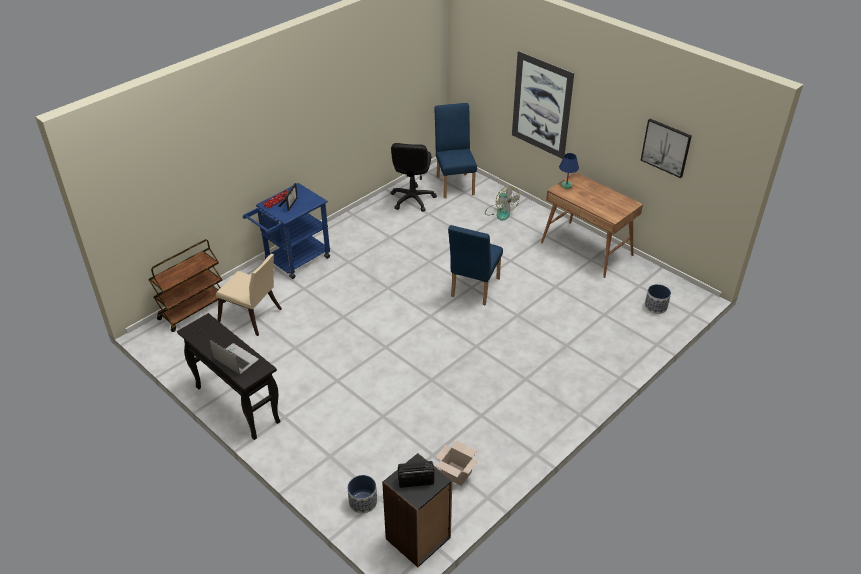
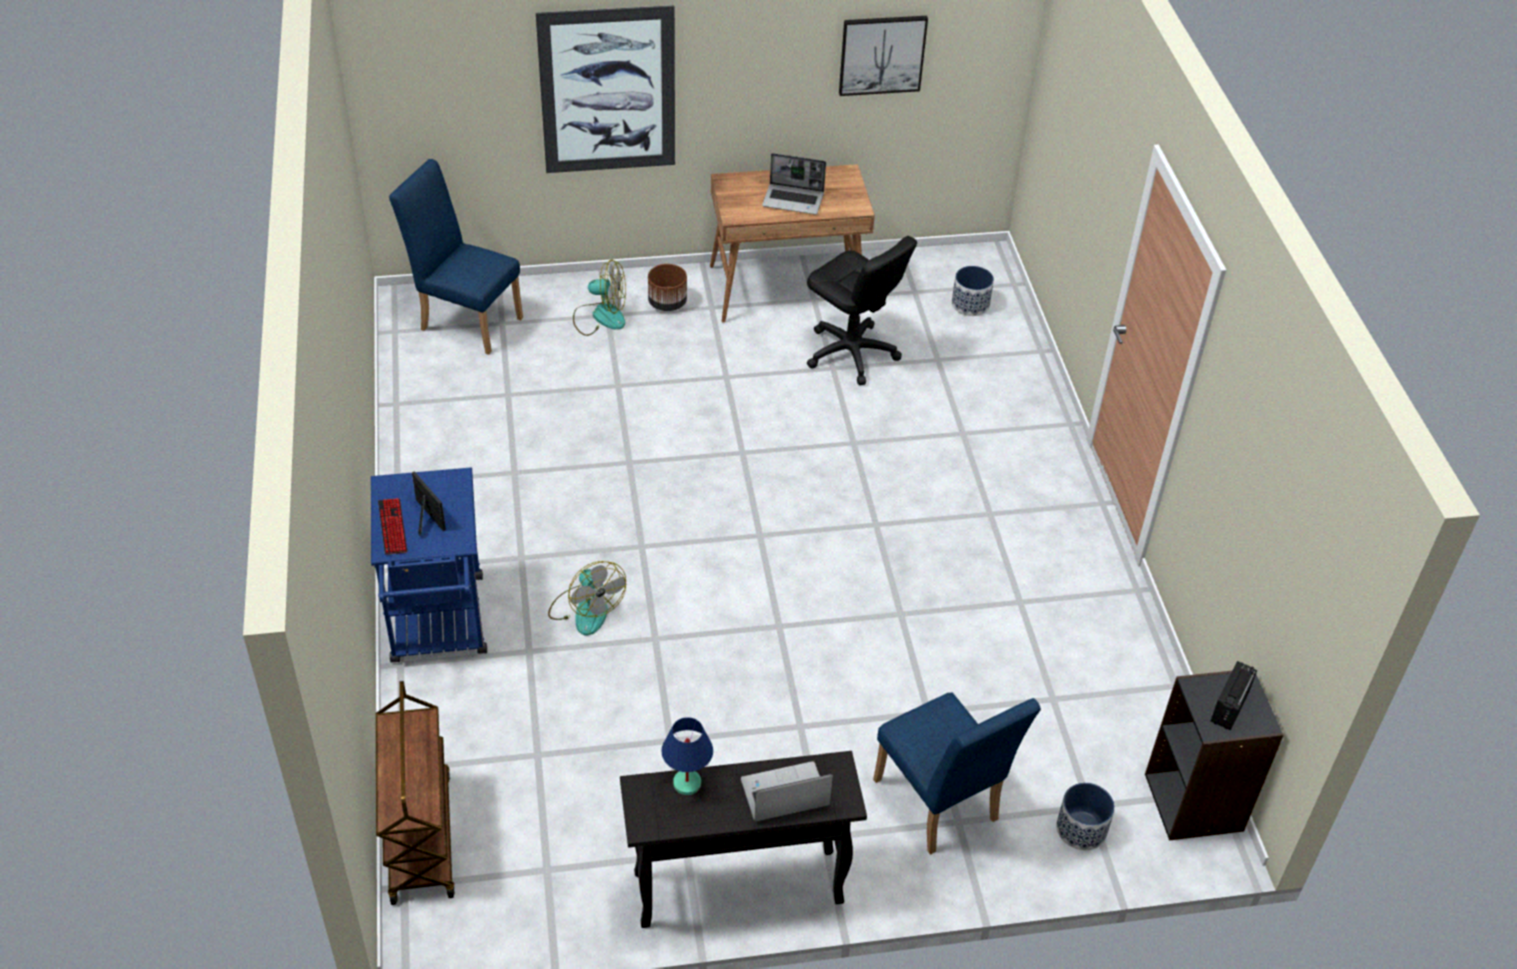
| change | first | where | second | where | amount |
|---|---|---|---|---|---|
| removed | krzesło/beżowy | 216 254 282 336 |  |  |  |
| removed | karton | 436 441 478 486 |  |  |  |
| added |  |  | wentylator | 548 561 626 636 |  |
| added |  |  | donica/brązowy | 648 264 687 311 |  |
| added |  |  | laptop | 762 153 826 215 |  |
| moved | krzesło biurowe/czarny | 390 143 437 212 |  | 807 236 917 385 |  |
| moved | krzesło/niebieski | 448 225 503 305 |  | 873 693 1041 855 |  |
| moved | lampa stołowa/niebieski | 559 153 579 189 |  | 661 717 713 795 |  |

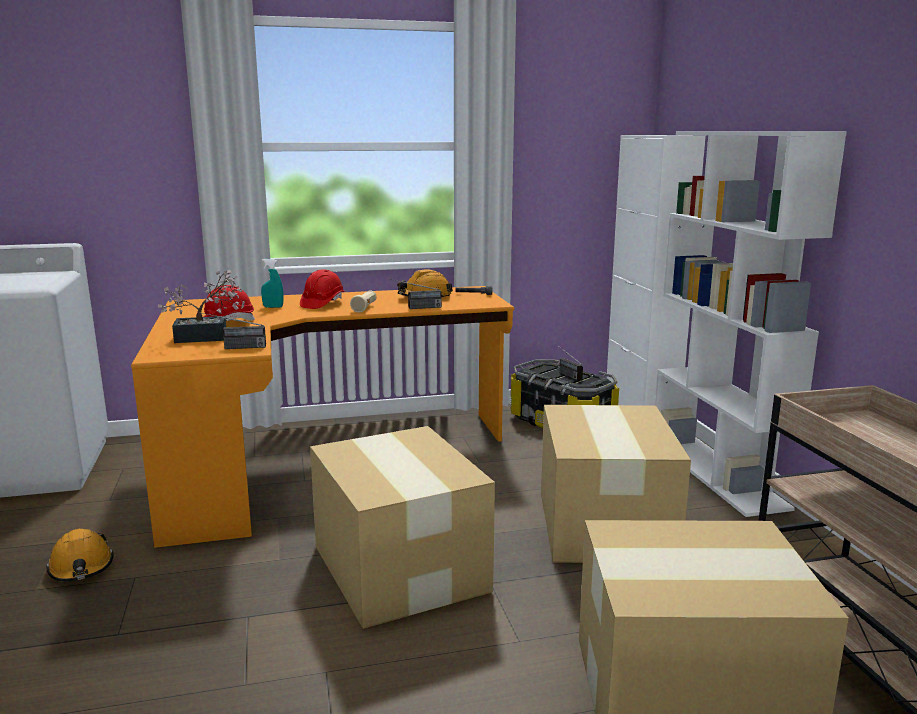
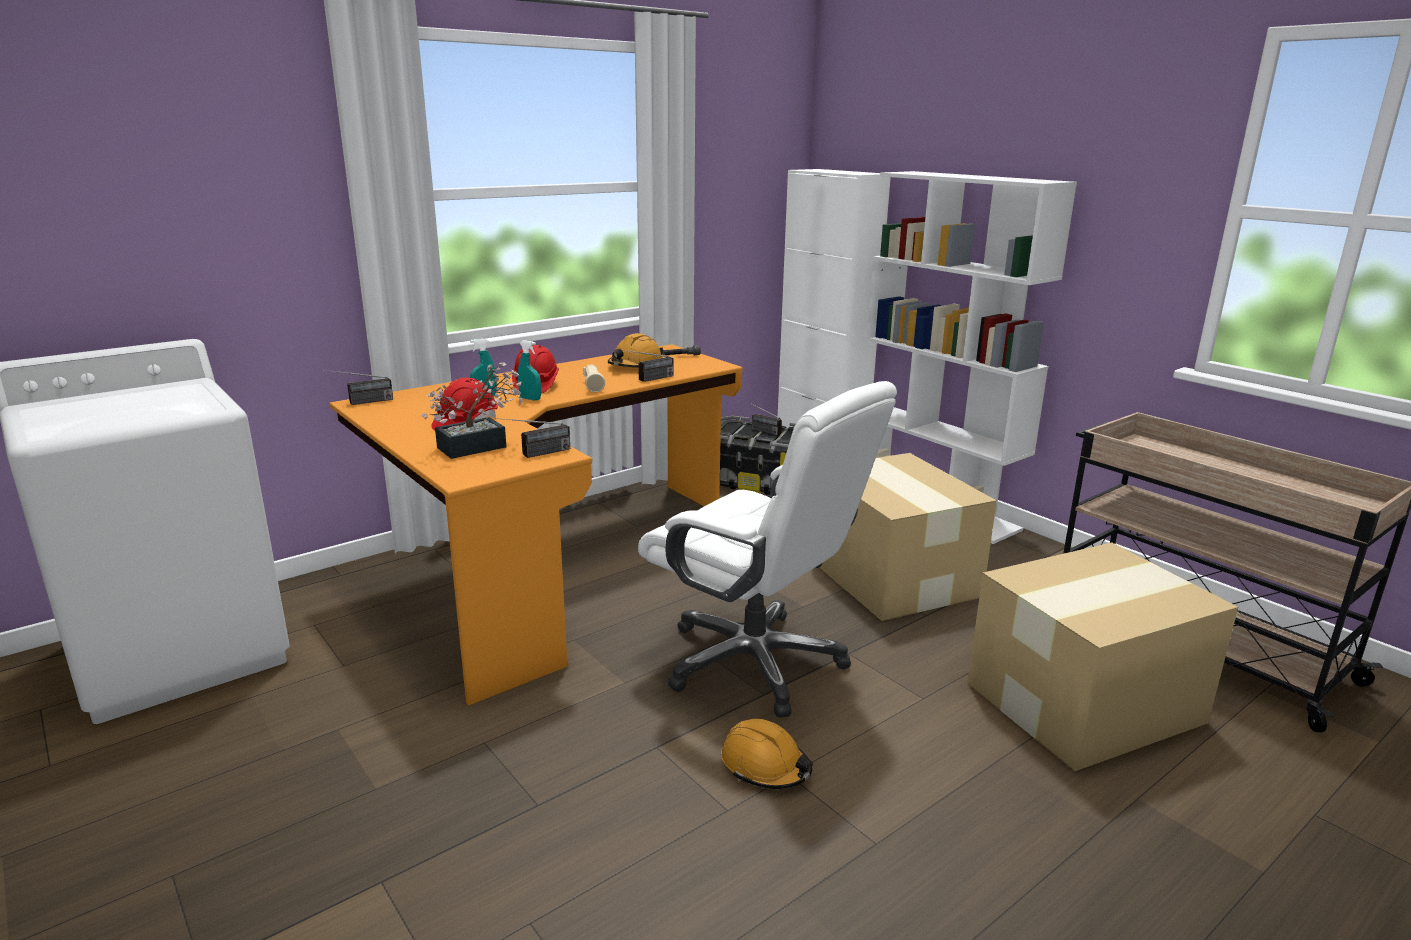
| change | first | where | second | where | amount |
|---|---|---|---|---|---|
| added |  |  | radio | 321 370 393 405 |  |
| added |  |  | spryskiwacz/turkusowy | 518 340 541 400 |  |
| moved | kask/pomarańczowy | 46 529 113 582 |  | 721 719 813 789 |  |
| replaced | karton | 310 426 495 629 | krzesło biurowe/biały | 638 381 897 718 |  |

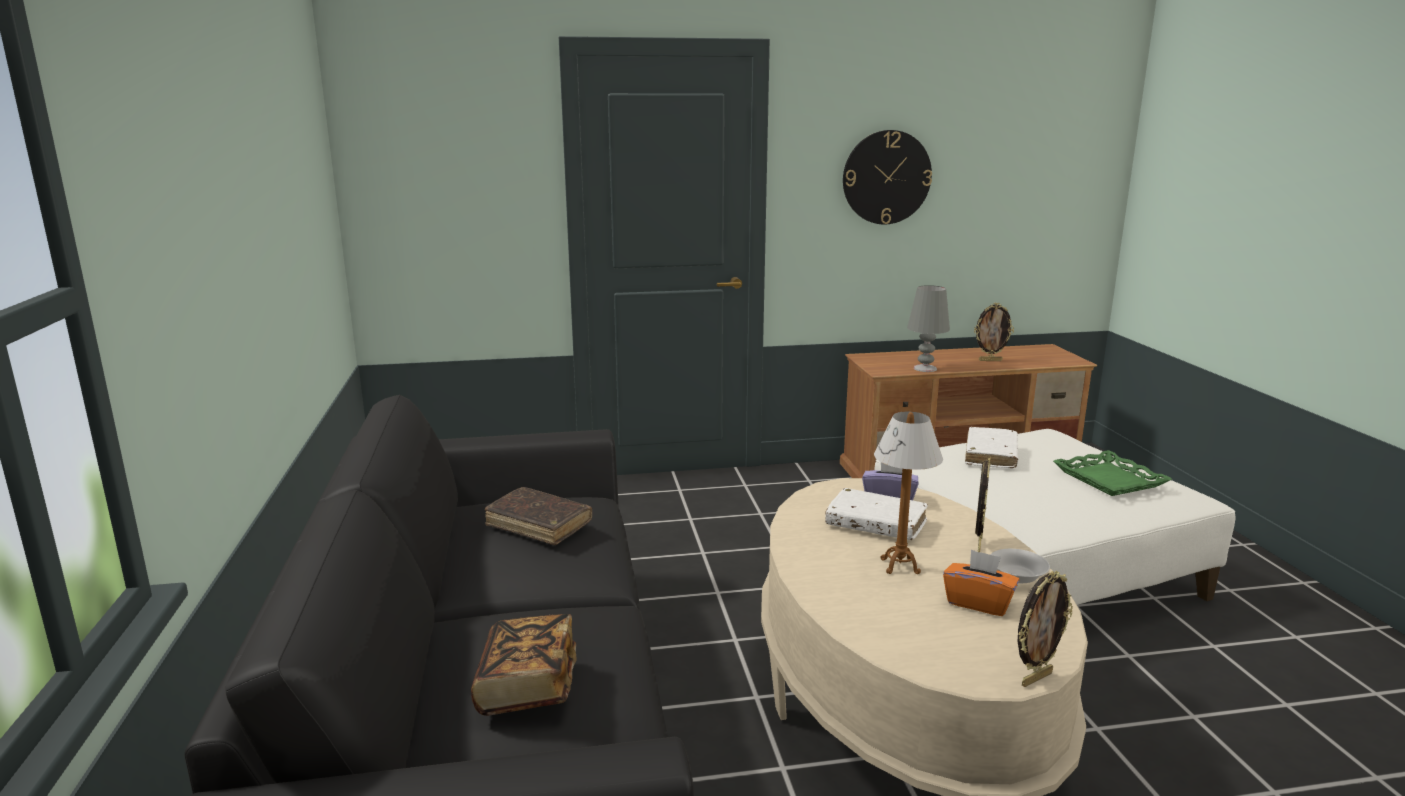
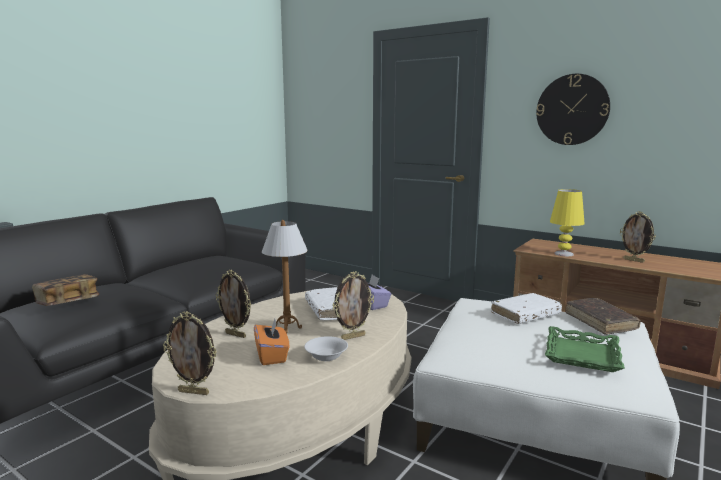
| change | first | where | second | where | amount |
|---|---|---|---|---|---|
| added |  |  | ramka na zdjęcie | 215 270 251 338 |  |
| moved | książka/brązowy | 485 487 592 545 |  | 565 298 641 335 |  |
| recoloured | lampa stołowa/szary | 907 285 950 372 | lampa stołowa/żółty | 550 189 585 256 |  |

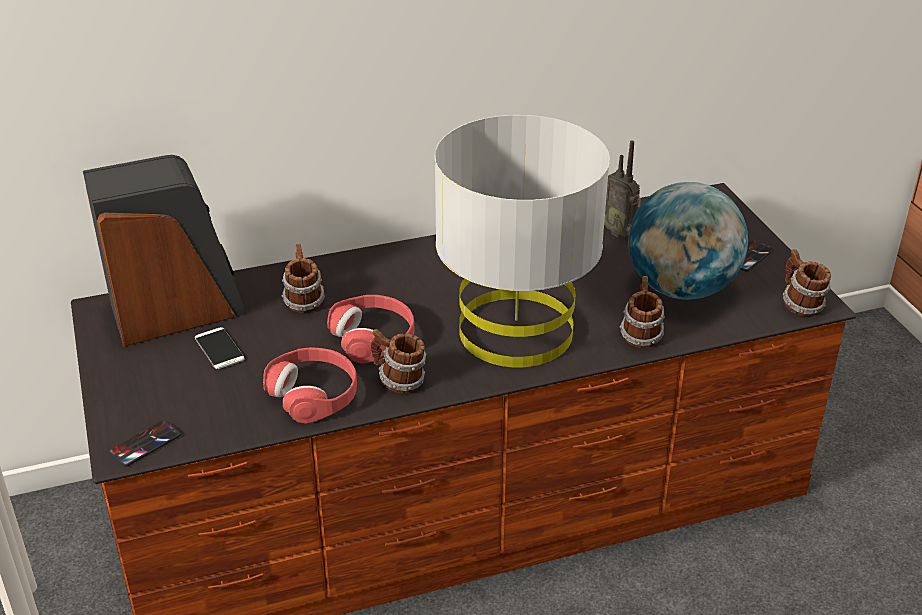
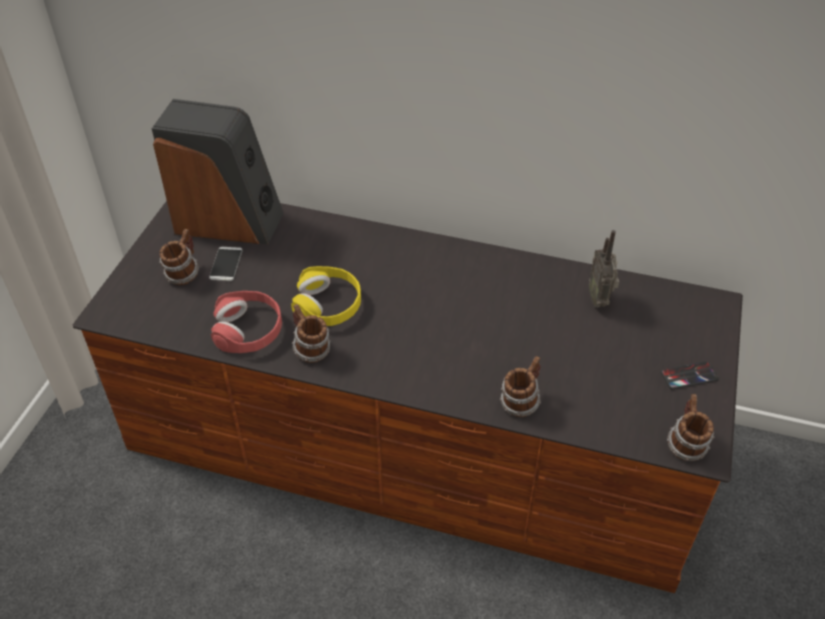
| change | first | where | second | where | amount |
|---|---|---|---|---|---|
| removed | telefon | 109 420 181 467 |  |  |  |
| removed | lampa stołowa/szary | 434 115 610 367 |  |  |  |
| removed | globus | 628 182 748 300 |  |  |  |
| moved | kubek | 282 244 325 313 |  | 159 229 199 285 |  |
| recoloured | słuchawki/czerwony | 327 295 415 364 | słuchawki/żółty | 291 266 361 326 |  |

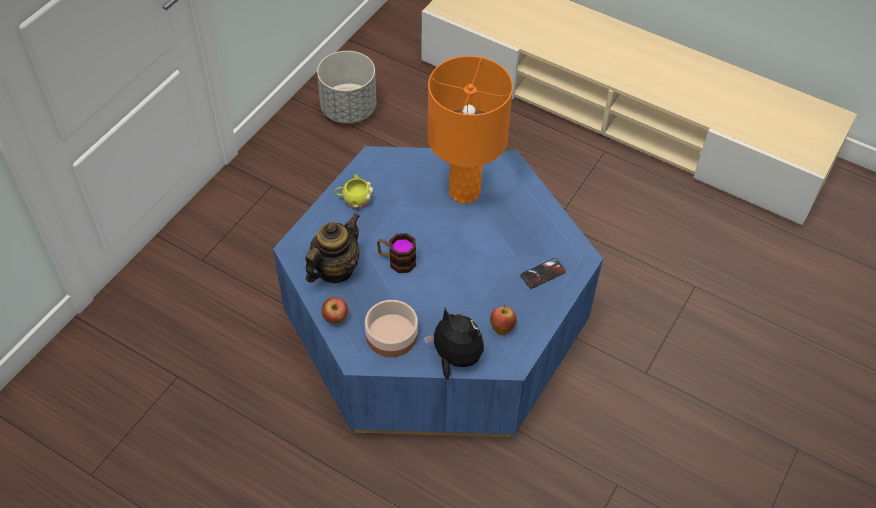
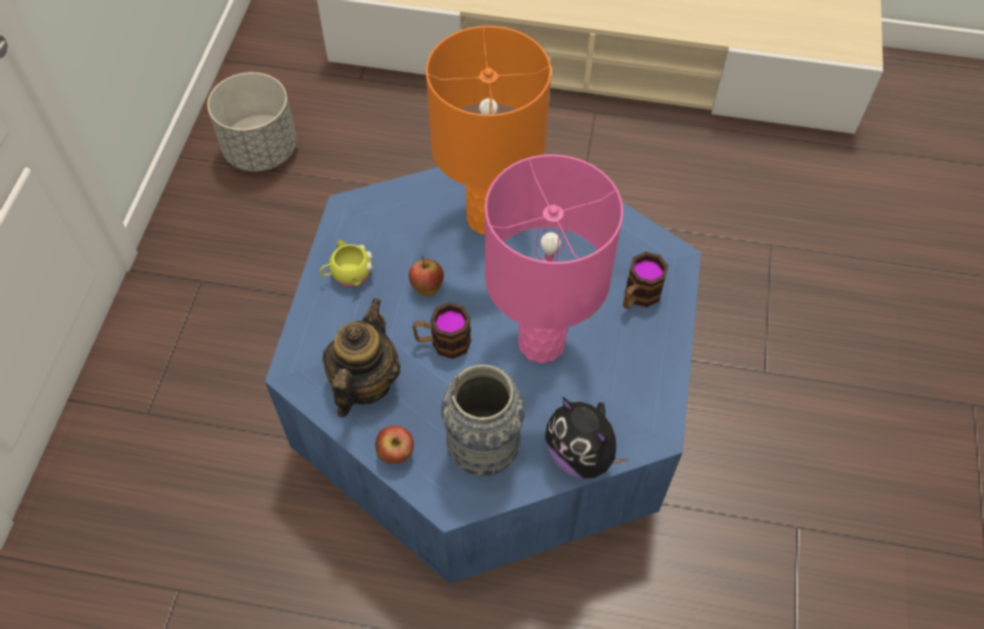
| change | first | where | second | where | amount |
|---|---|---|---|---|---|
| added |  |  | lampa stołowa/różowy | 485 154 623 363 |  |
| moved | jabłko | 490 305 517 335 |  | 409 256 444 297 |  |
| replaced | miska | 365 300 418 357 | wazon | 441 364 525 476 |  |
| replaced | telefon | 520 258 566 289 | kubek | 623 252 668 309 |  |
| turned | pluszak | 424 308 484 380 |  | 545 397 629 479 | 150 degrees counterclockwise |

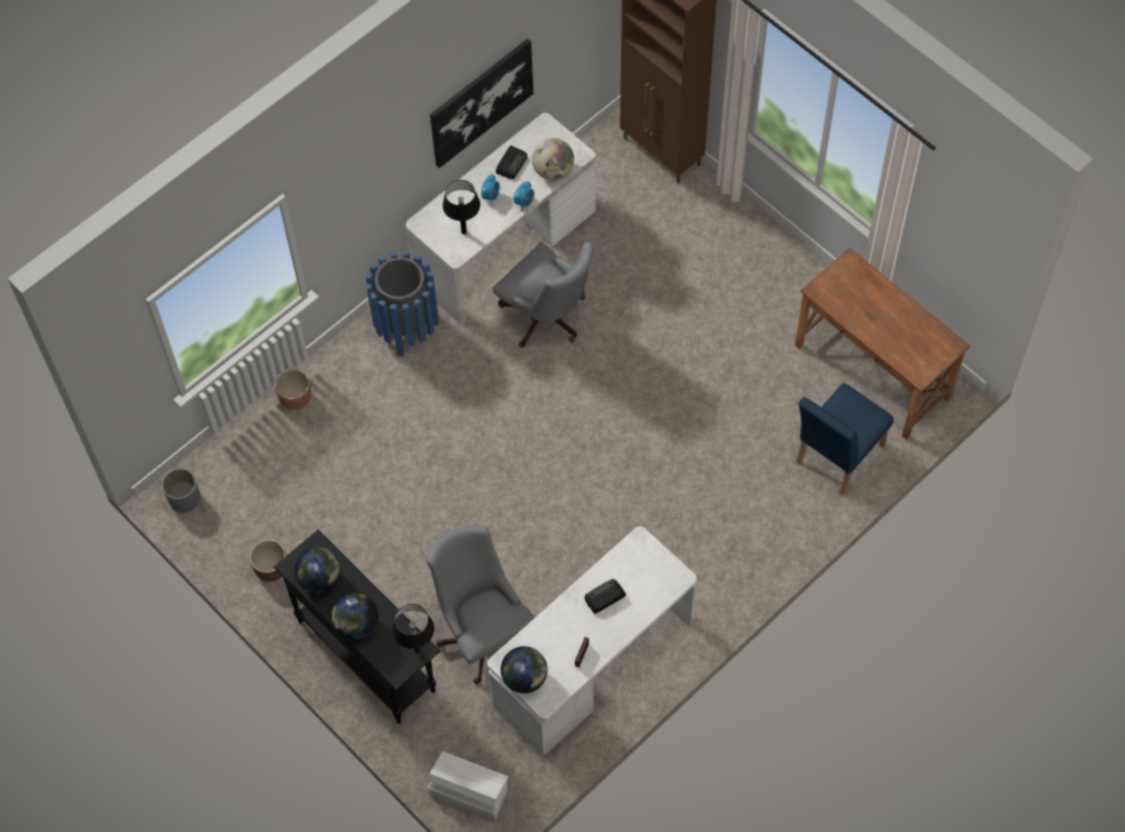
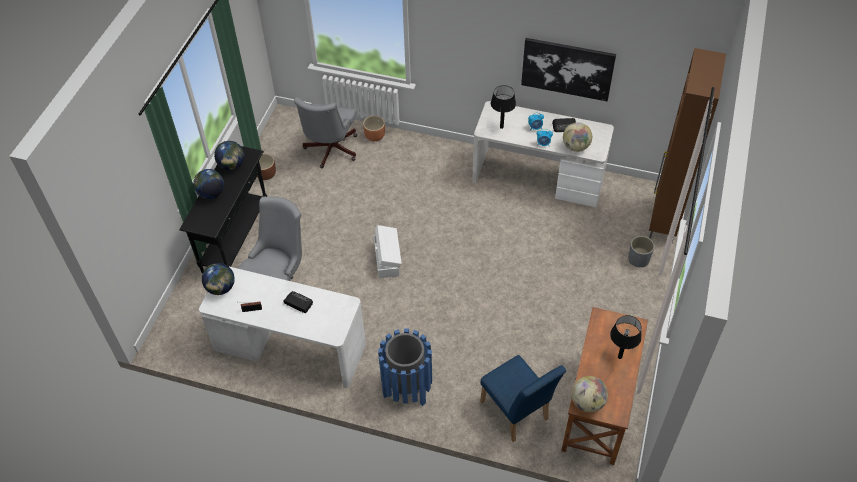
| change | first | where | second | where | amount |
|---|---|---|---|---|---|
| added |  |  | globus | 571 376 608 412 |  |
| moved | donica/szary | 162 468 200 513 |  | 628 236 654 267 |  |
| moved | kosz na śmieci/niebieski | 366 251 439 357 |  | 378 328 432 406 |  |
| moved | lampa stołowa/czarny | 392 604 434 653 |  | 610 315 642 359 |  |
| moved | pojemnik do przechowywania/biały | 428 751 508 820 |  | 374 225 402 278 |  |
| moved | krzesło biurowe/szary | 493 242 594 347 |  | 294 97 357 168 |  |
| turned | krzesło/niebieski | 796 383 894 496 |  | 480 355 566 442 | 135 degrees counterclockwise |

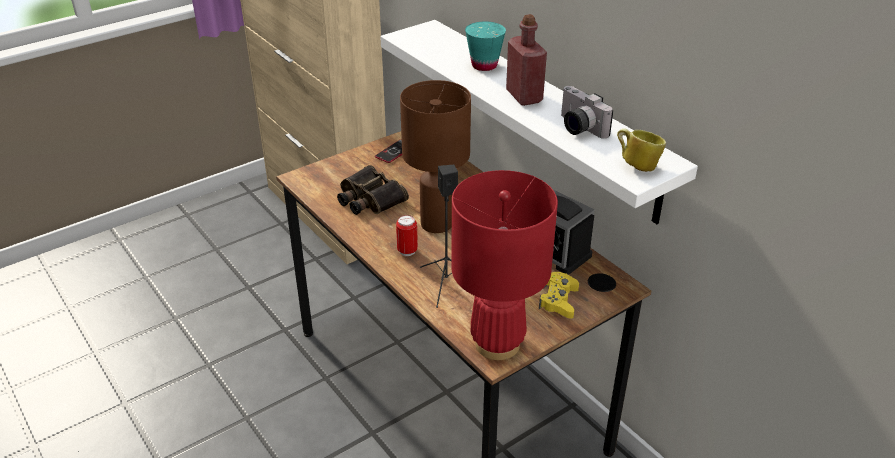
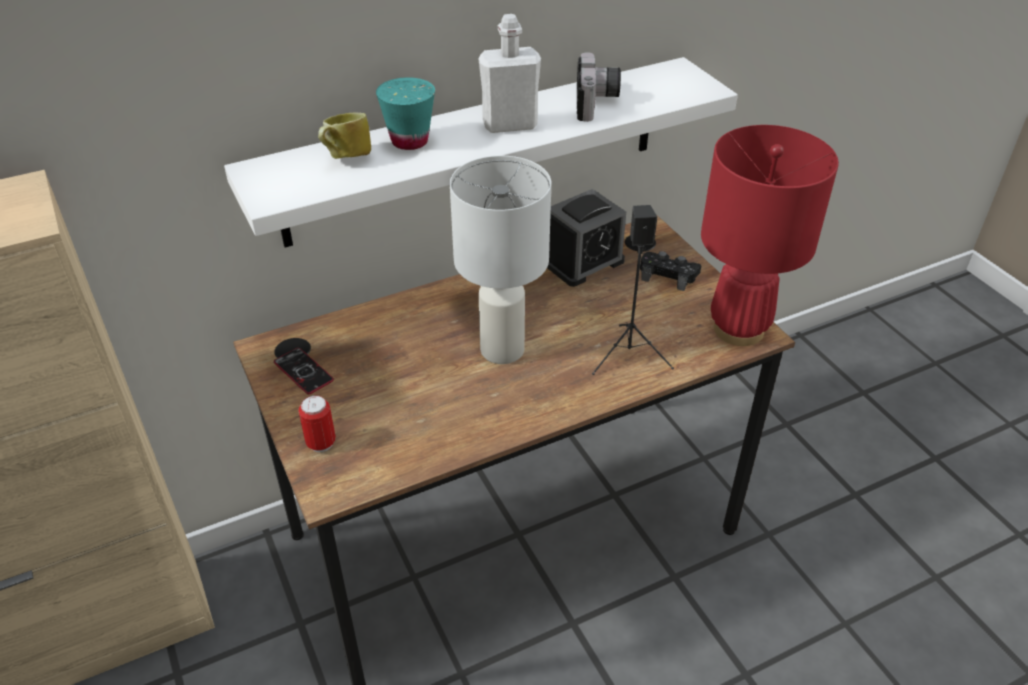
| change | first | where | second | where | amount |
|---|---|---|---|---|---|
| removed | lornetka | 337 165 409 215 |  |  |  |
| moved | puszka | 396 215 418 256 |  | 298 395 336 452 |  |
| moved | kubek | 617 128 666 172 |  | 318 112 371 159 |  |
| recoloured | lampa stołowa/brązowy | 400 80 471 233 | lampa stołowa/biały | 450 156 551 364 |  |
| recoloured | butelka/czerwony | 506 14 547 106 | butelka/biały | 478 14 541 133 |  |
| recoloured | pad do gier/żółty | 539 272 579 318 | pad do gier/czarny | 640 251 701 291 |  |
| turned | aparat fotograficzny | 561 86 613 139 |  | 577 52 621 122 | 60 degrees counterclockwise |

